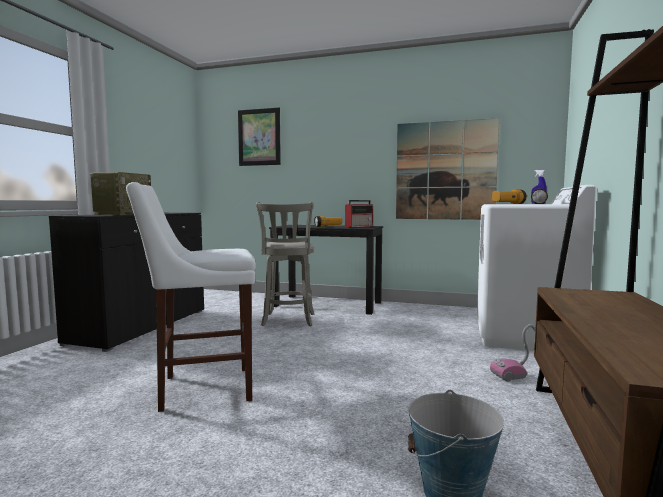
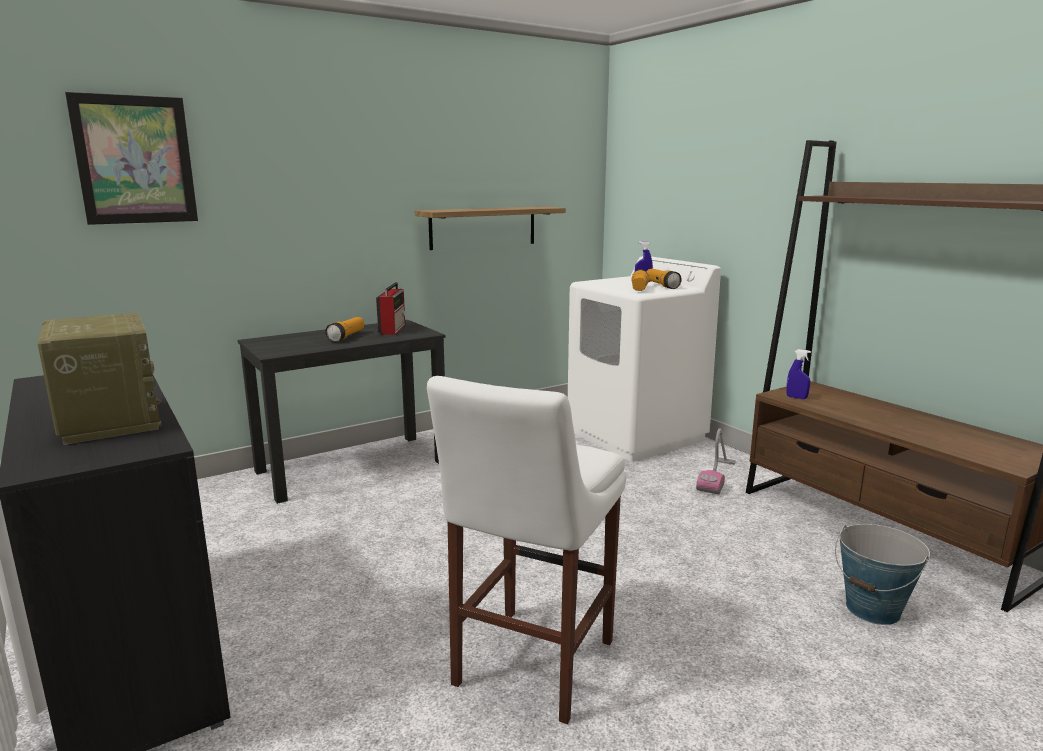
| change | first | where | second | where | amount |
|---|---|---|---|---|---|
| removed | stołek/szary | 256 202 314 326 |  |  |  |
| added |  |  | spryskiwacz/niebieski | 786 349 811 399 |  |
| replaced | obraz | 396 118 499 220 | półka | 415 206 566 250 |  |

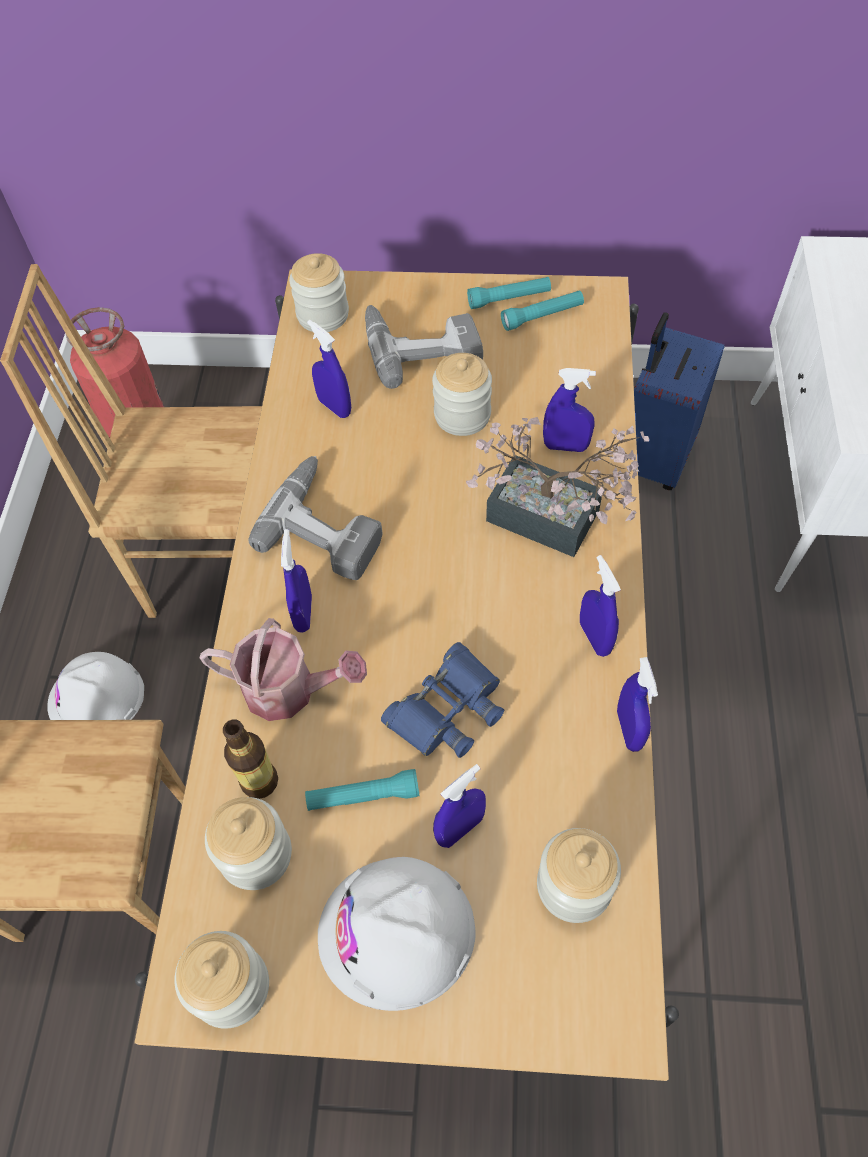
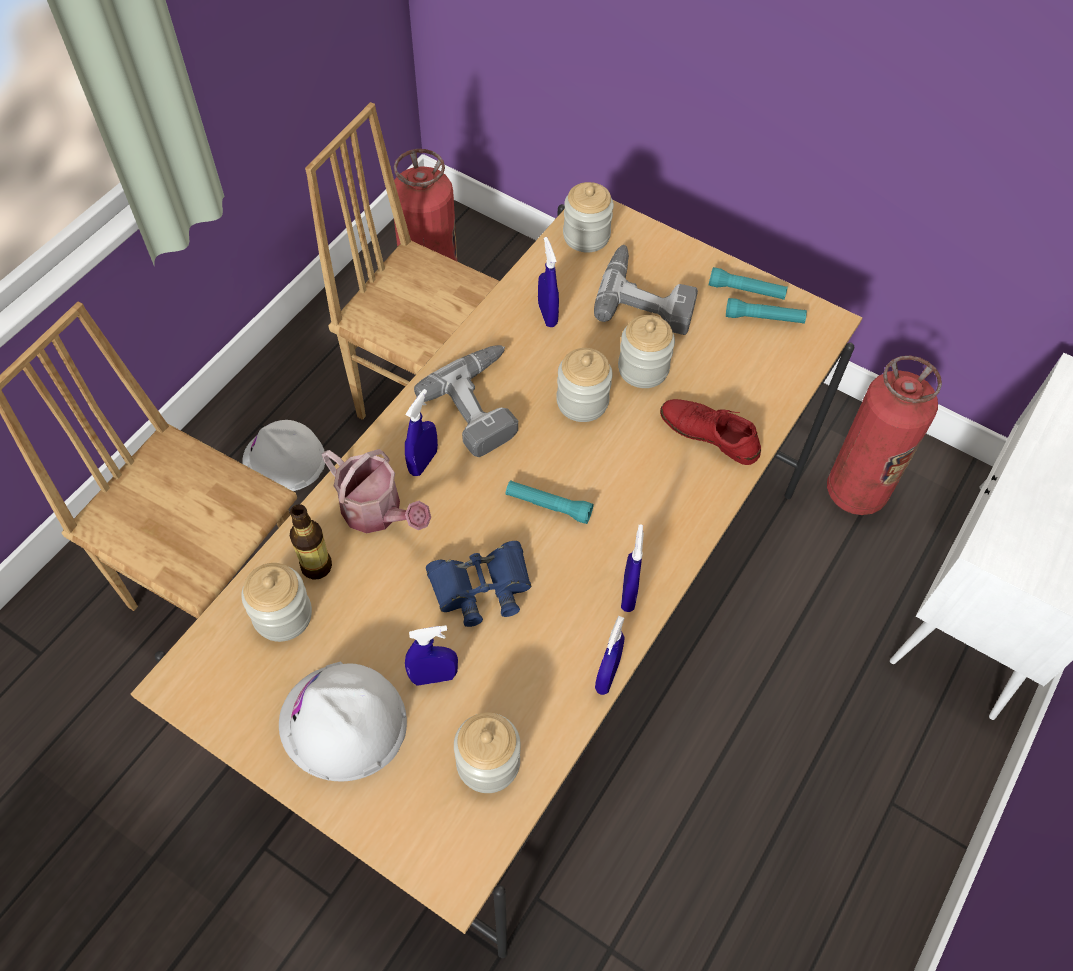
| change | first | where | second | where | amount |
|---|---|---|---|---|---|
| removed | roślina doniczkowa | 466 417 649 557 |  |  |  |
| moved | słoik | 174 931 269 1029 |  | 556 348 613 422 |  |
| moved | latarka/turkusowy | 305 769 420 811 |  | 506 480 594 524 |  |
| replaced | spryskiwacz/niebieski | 543 368 596 452 | but/czerwony | 660 399 761 465 |  |
| replaced | walizka/niebieski | 634 312 725 490 | gaśnica | 827 356 942 515 |  |

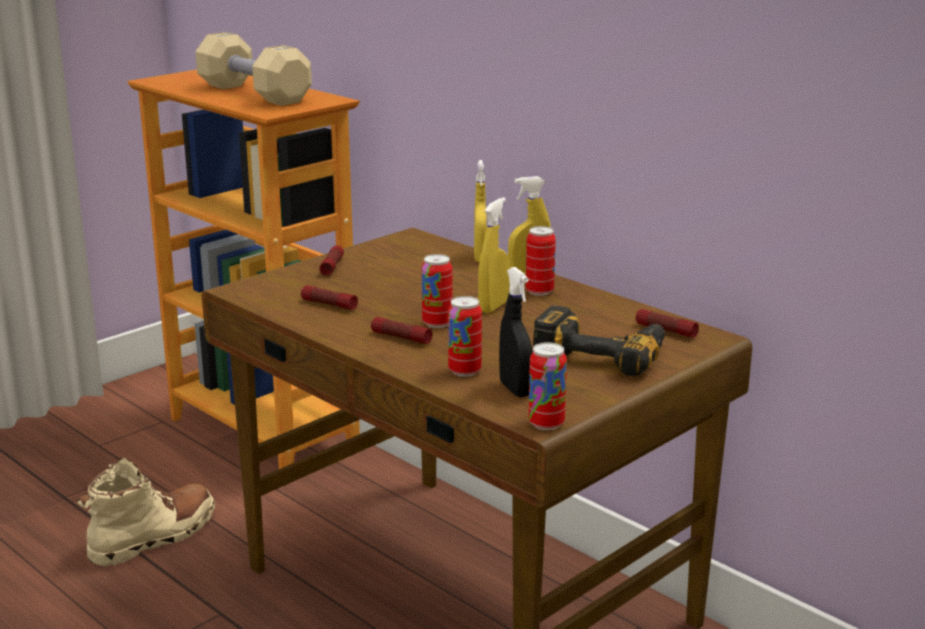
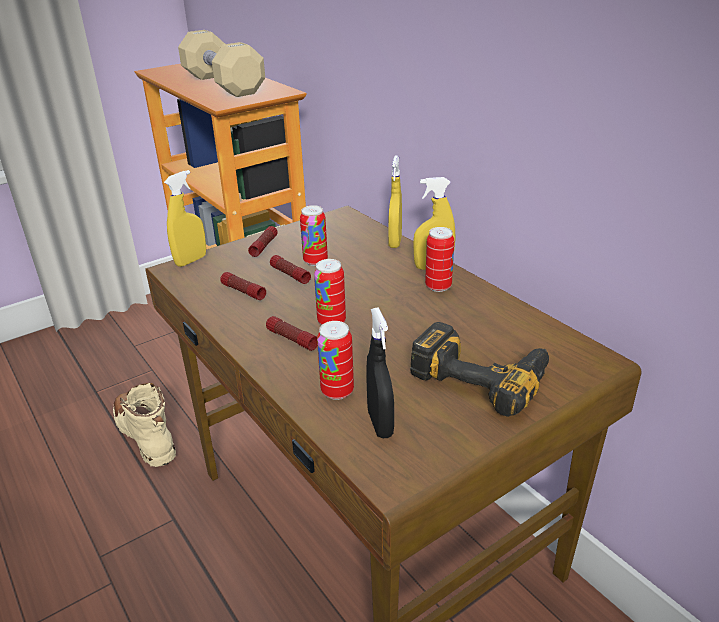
| change | first | where | second | where | amount |
|---|---|---|---|---|---|
| moved | spryskiwacz/żółty | 478 198 510 313 |  | 164 170 206 267 |  |
| moved | puszka | 528 342 567 430 |  | 300 205 328 266 |  |
| moved | latarka | 636 309 699 338 |  | 270 255 311 284 |  |
| turned | but z cholewką/beżowy | 77 458 215 567 |  | 113 383 176 467 | 90 degrees counterclockwise |

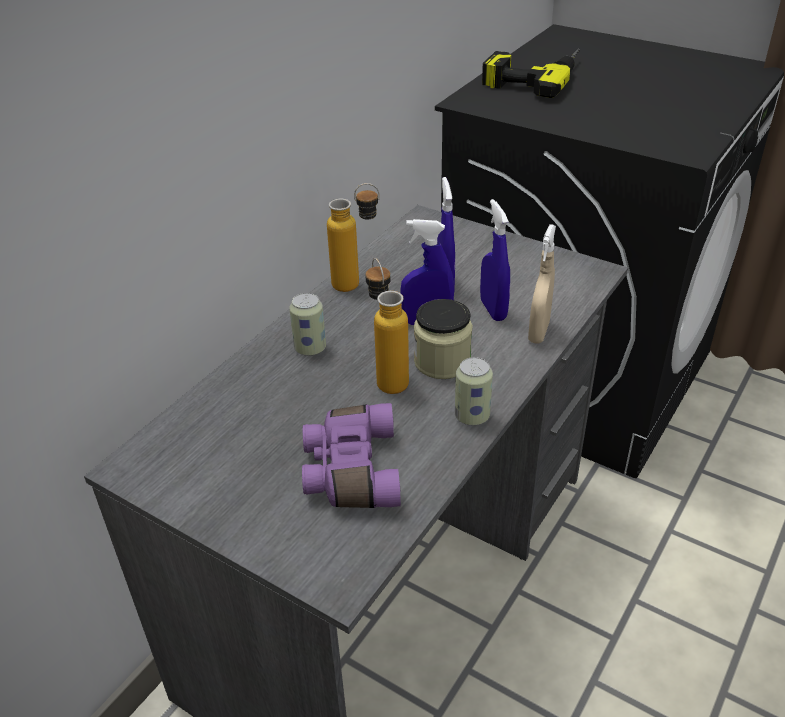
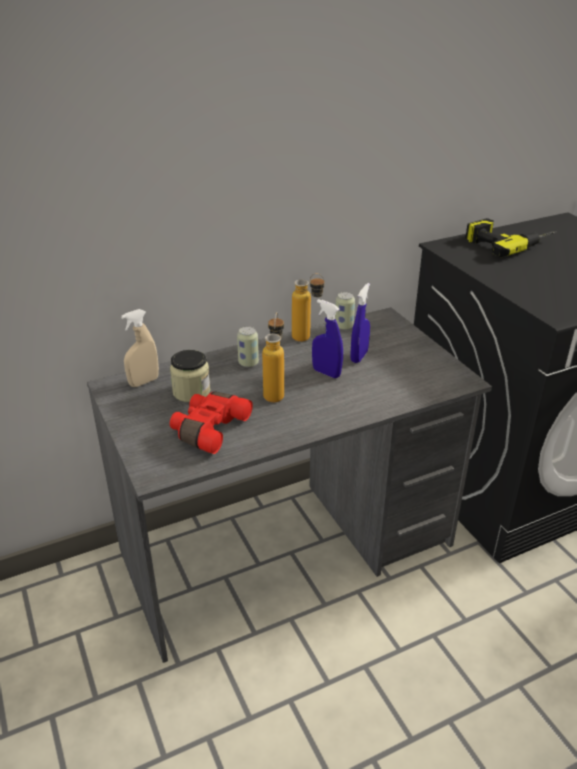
| change | first | where | second | where | amount |
|---|---|---|---|---|---|
| removed | spryskiwacz/niebieski | 480 199 510 321 |  |  |  |
| moved | słoik | 414 299 473 379 |  | 170 350 210 402 |  |
| moved | puszka | 455 357 493 425 |  | 335 292 355 330 |  |
| moved | spryskiwacz/beżowy | 528 224 556 343 |  | 121 309 159 387 |  |
| recoloured | lornetka/fioletowy | 302 403 401 508 | lornetka/czerwony | 170 392 253 454 |  |

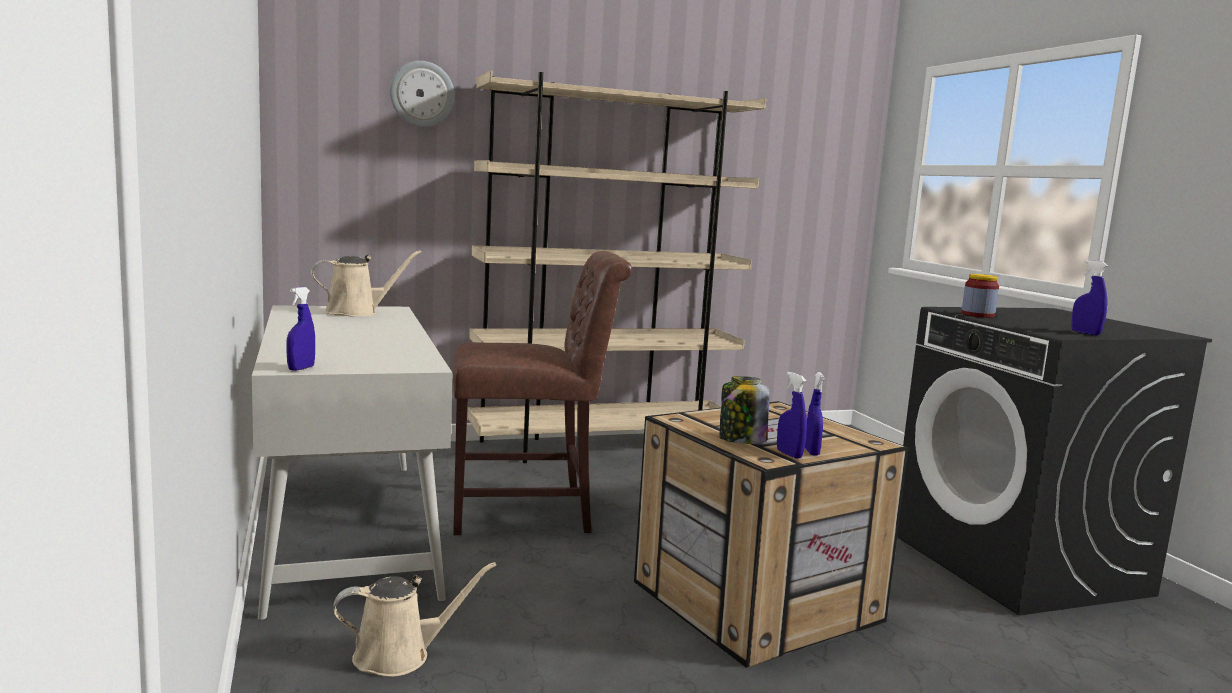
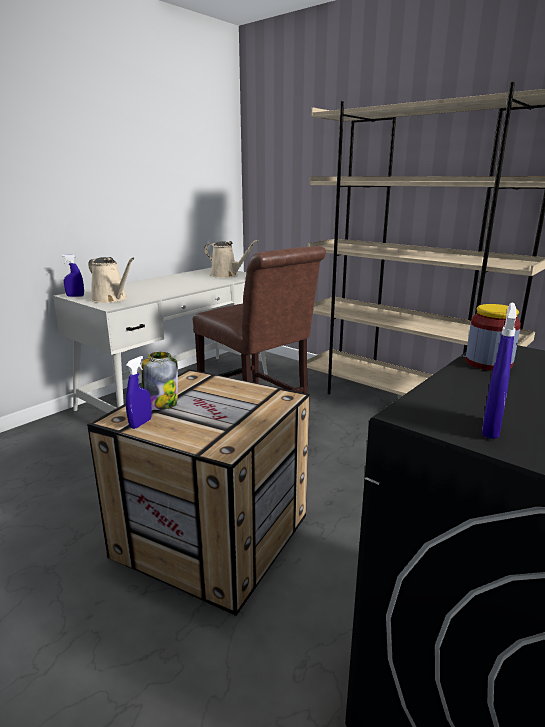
| change | first | where | second | where | amount |
|---|---|---|---|---|---|
| removed | zegar ścienny | 390 61 455 127 |  |  |  |
| removed | spryskiwacz/niebieski | 805 372 825 456 |  |  |  |
| moved | konewka/beżowy | 333 562 496 677 |  | 88 257 134 303 |  |

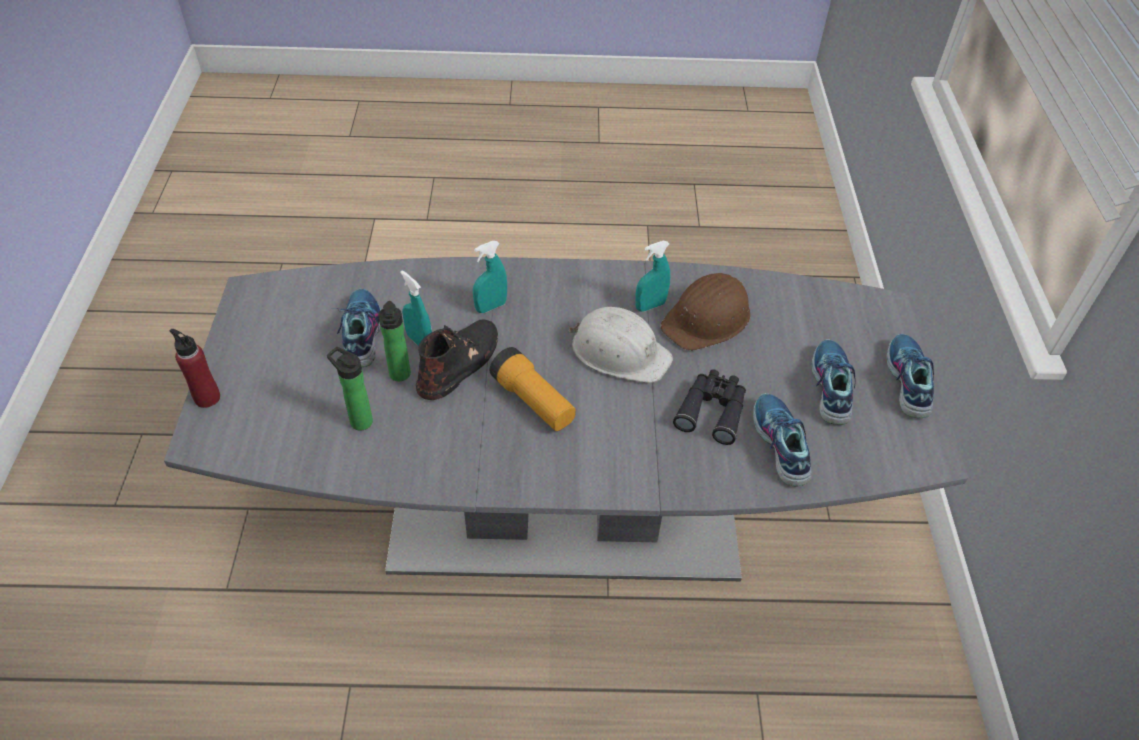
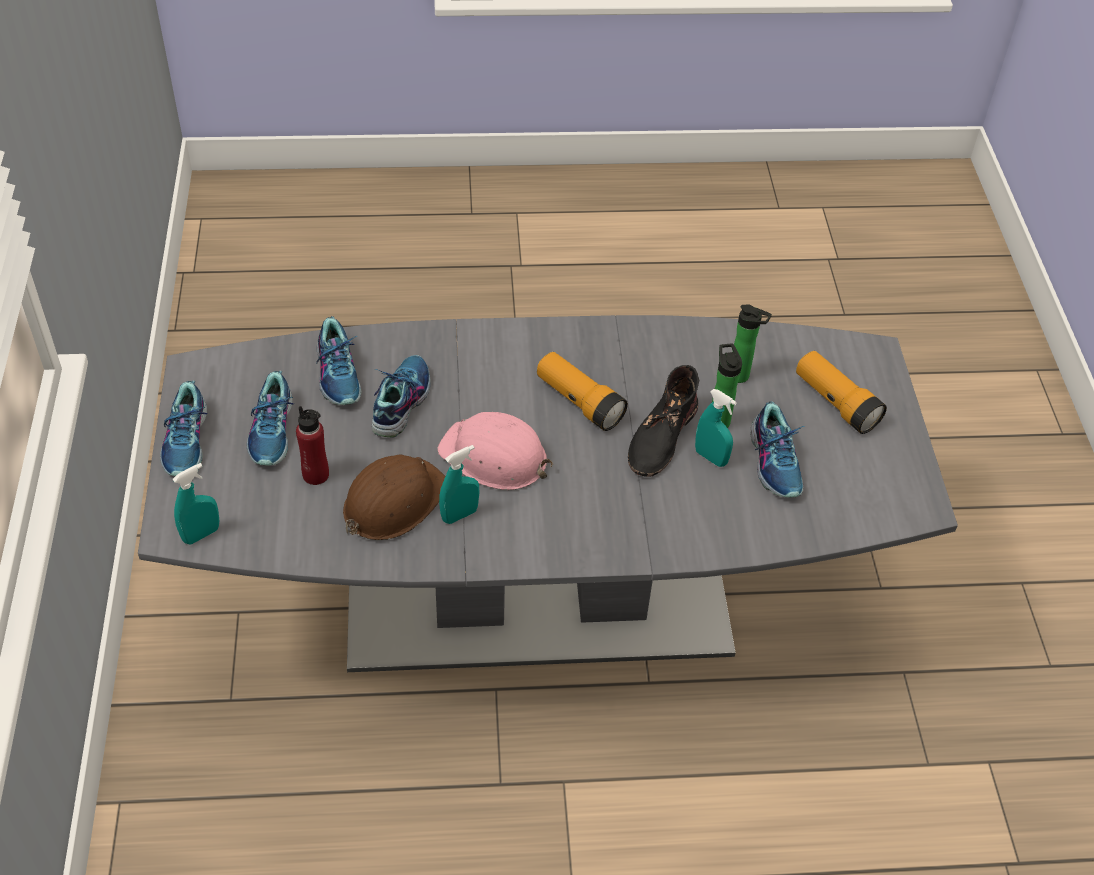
| change | first | where | second | where | amount |
|---|---|---|---|---|---|
| added |  |  | latarka | 796 351 887 434 |  |
| moved | butelka/czerwony | 170 329 220 408 |  | 296 406 329 485 |  |
| moved | spryskiwacz/turkusowy | 473 241 507 313 |  | 172 463 219 545 |  |
| replaced | lornetka/czarny | 673 369 746 445 | but | 372 355 431 437 |  |
| recoloured | kask/biały | 569 307 673 383 | kask/różowy | 437 412 553 490 |  |

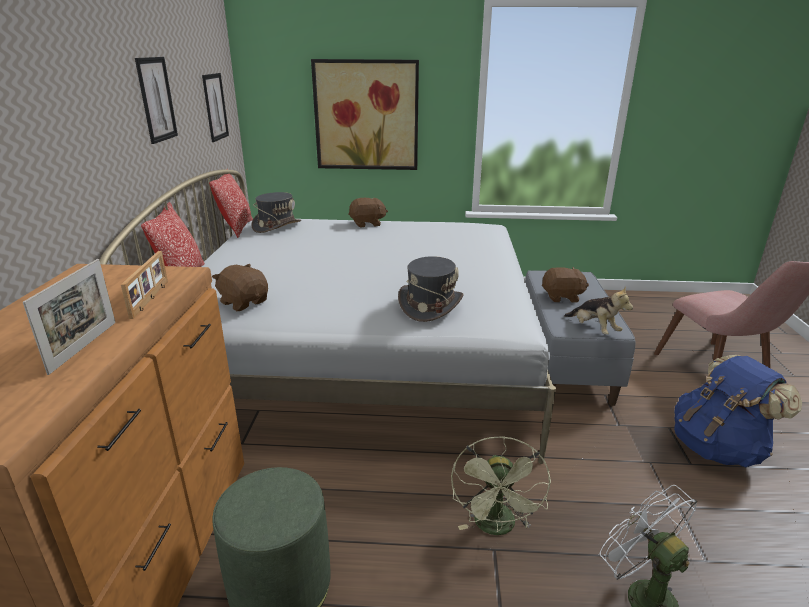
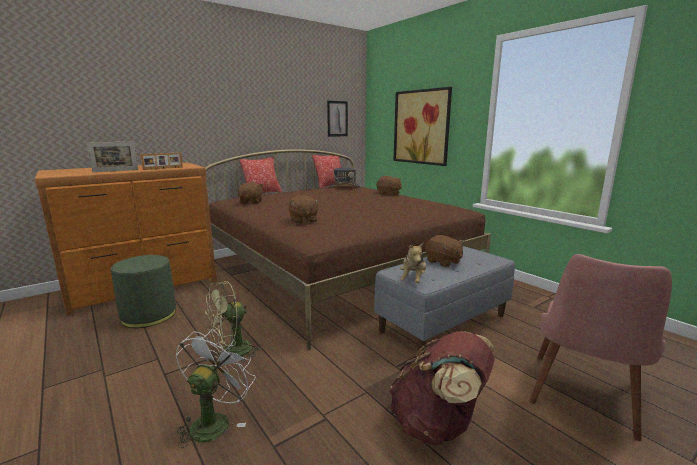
| change | first | where | second | where | amount |
|---|---|---|---|---|---|
| removed | obraz | 135 57 178 144 |  |  |  |
| replaced | kapelusz/szary | 398 256 463 322 | pluszak/brązowy | 289 195 320 224 |  |
| recoloured | łóżko/biały | 99 169 556 464 | łóżko/brązowy | 206 149 491 350 |  |
| recoloured | plecak/niebieski | 674 355 802 467 | plecak/brązowy | 389 331 495 445 |  |

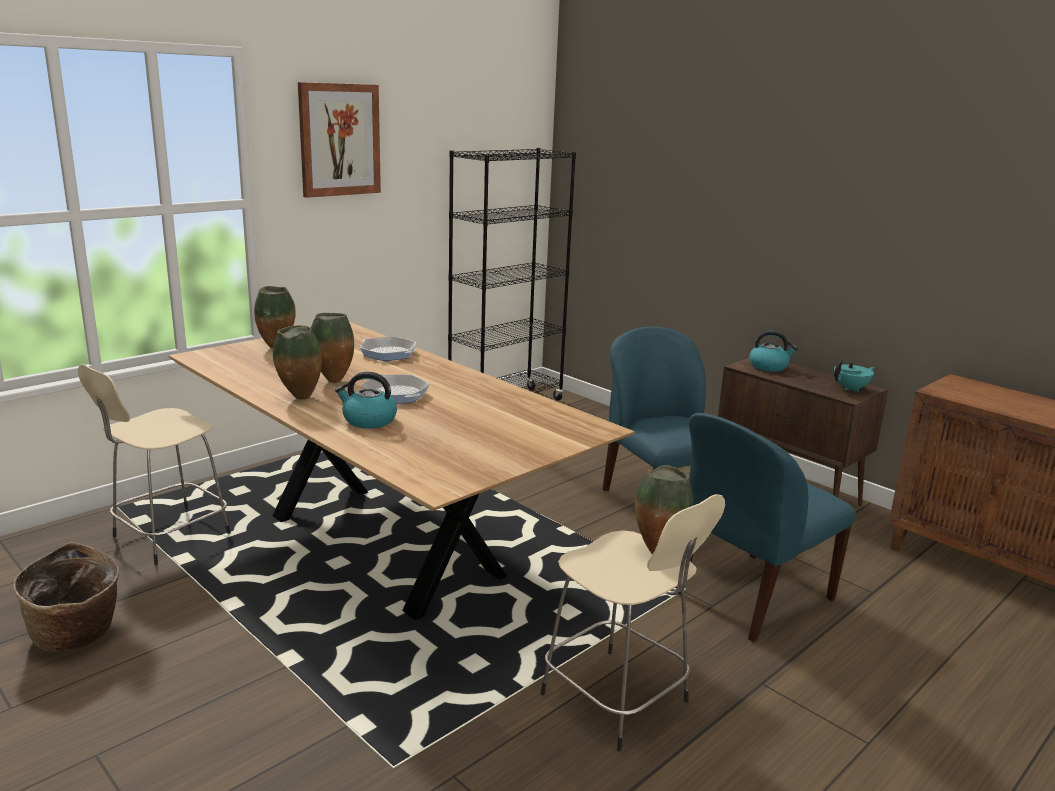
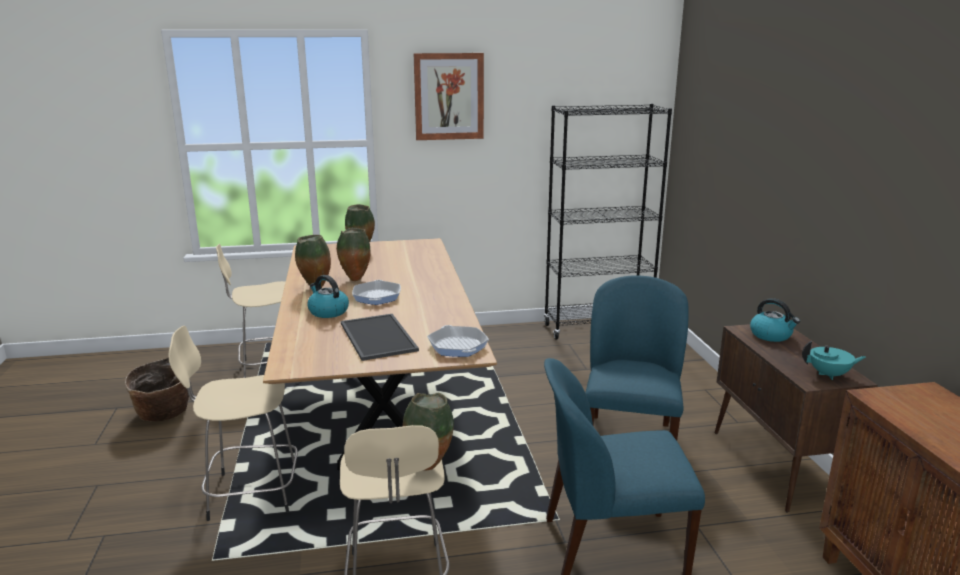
| change | first | where | second | where | amount |
|---|---|---|---|---|---|
| added |  |  | stołek/beżowy | 168 326 298 521 |  |
| added |  |  | taca | 341 314 419 361 |  |
| moved | patelnia | 360 337 417 361 |  | 427 325 489 357 |  |

